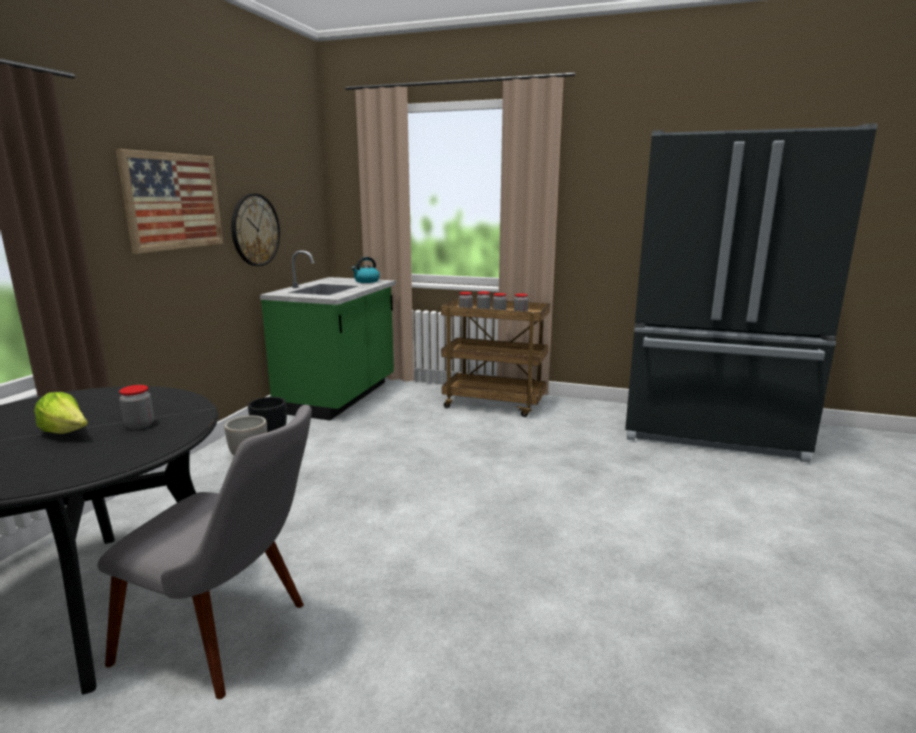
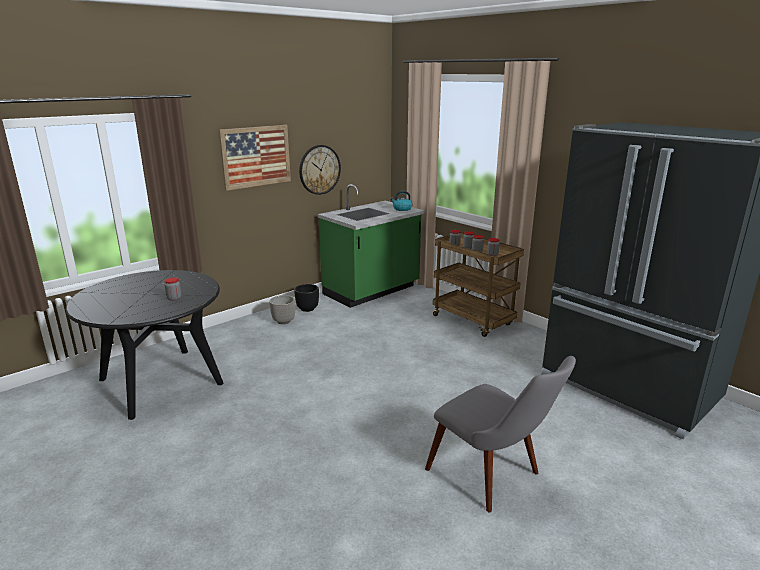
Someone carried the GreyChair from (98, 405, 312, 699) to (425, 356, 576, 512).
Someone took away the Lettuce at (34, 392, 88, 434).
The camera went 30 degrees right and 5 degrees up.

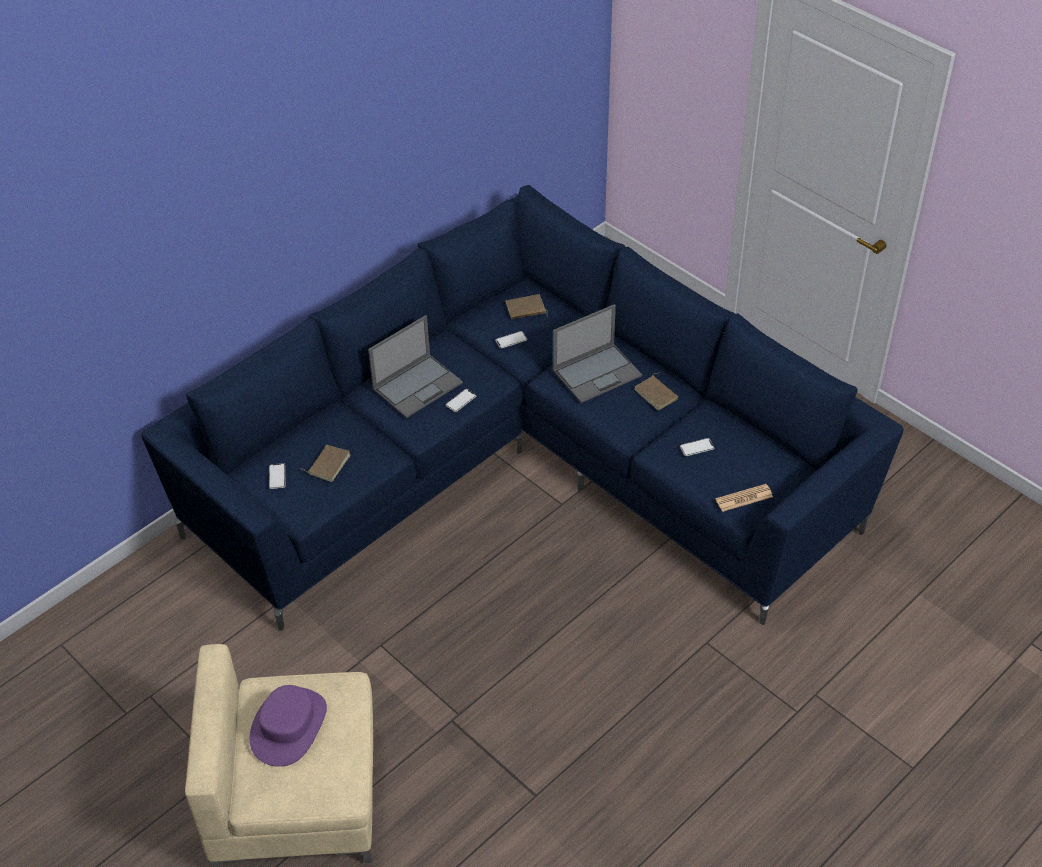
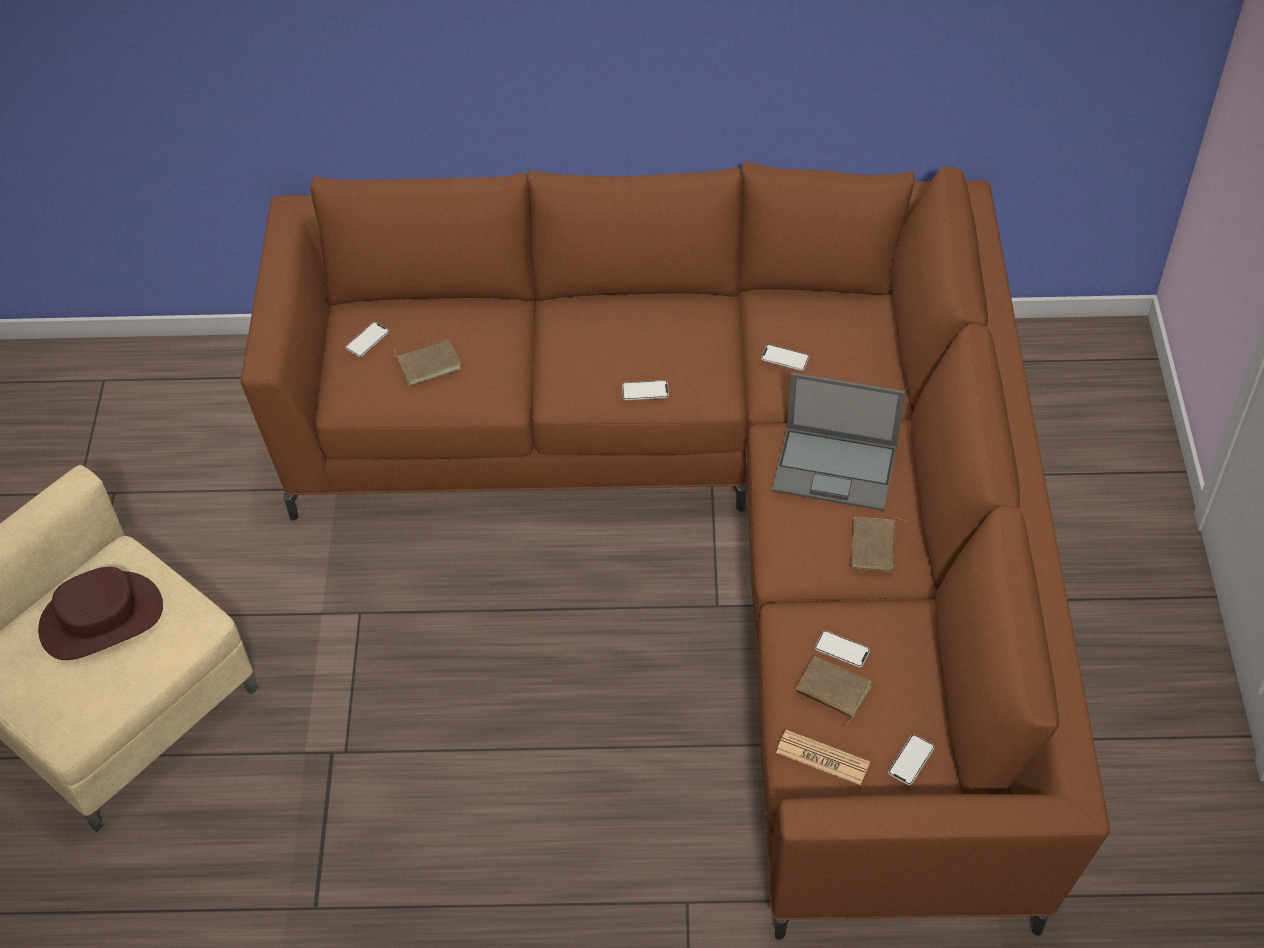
Someone repainted the PurpleHat at (249, 685, 327, 767), which became the BrownHat at (38, 567, 163, 660).
Someone repainted the BlueSofa at (141, 185, 903, 631), which became the BrownSofa at (241, 161, 1110, 940).
Someone carried the BrownBook from (506, 294, 548, 319) to (796, 656, 872, 727).
Someone put down the Phone at (888, 734, 935, 785).
Someone took away the Laptop at (368, 315, 463, 418).
The camera went 45 degrees right and 5 degrees up.

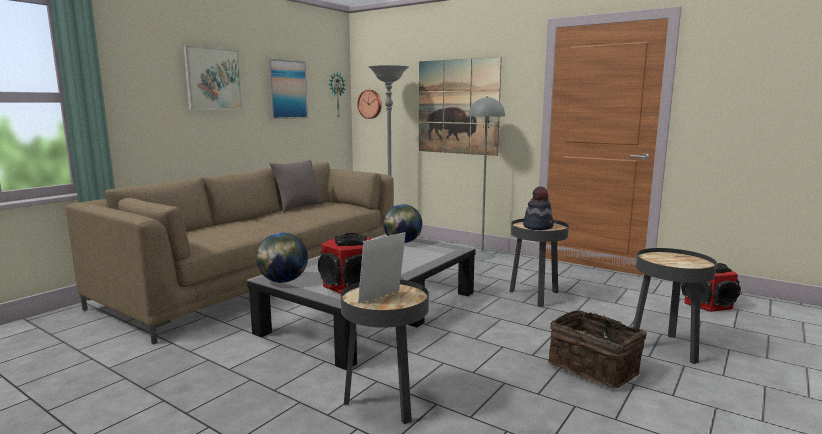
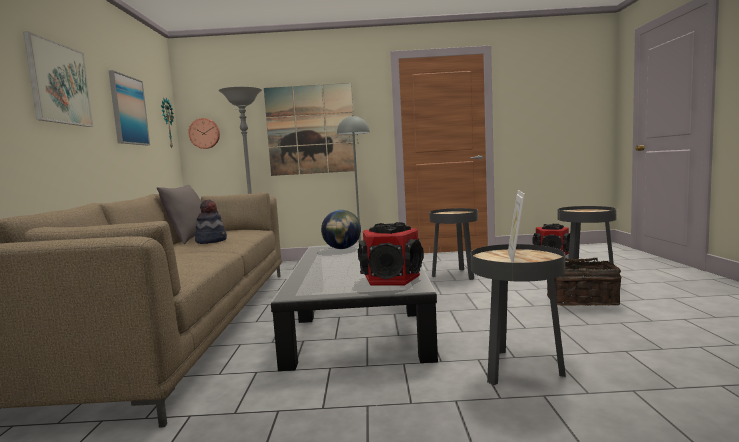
Someone carried the Hat from (523, 186, 554, 230) to (195, 200, 227, 244).
Someone took away the Globe at (256, 233, 308, 283).
The camera went 35 degrees left and 5 degrees down.

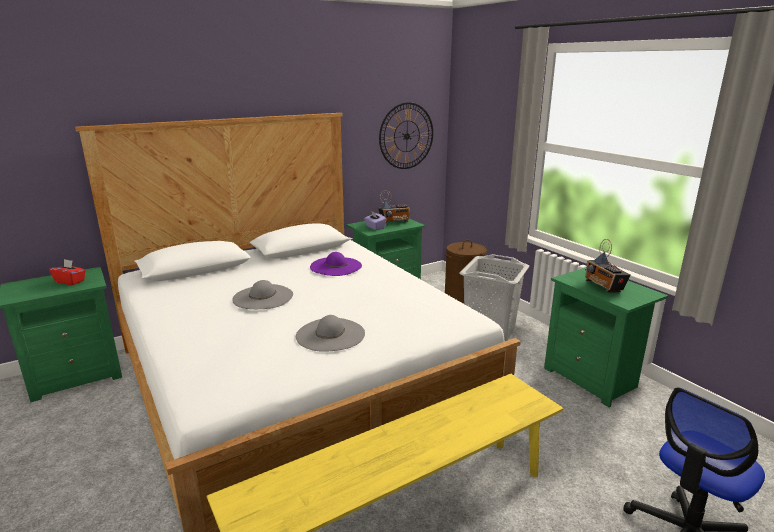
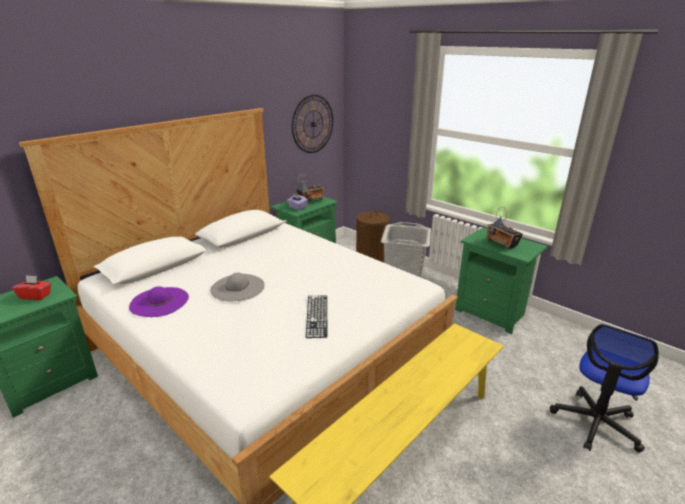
Someone carried the PurpleHat from (310, 252, 362, 276) to (129, 286, 189, 317).
Someone swapped the GreyHat at (296, 315, 365, 352) for the Keyboard at (306, 295, 327, 338).
The camera went 15 degrees left and 5 degrees up.

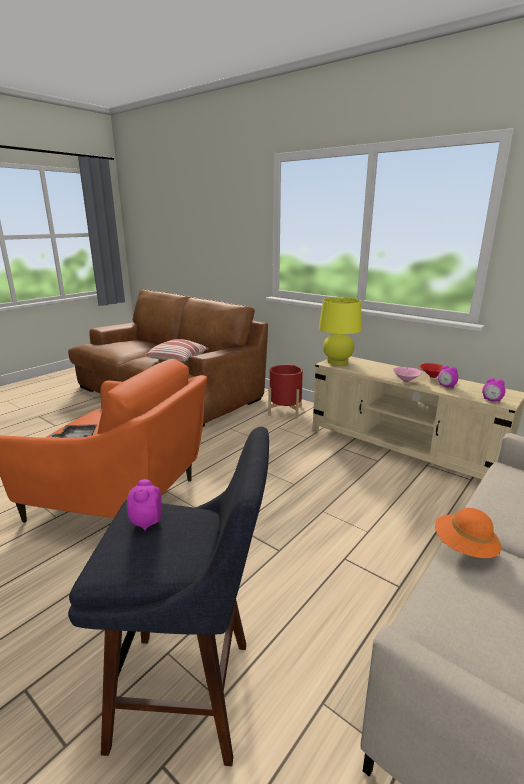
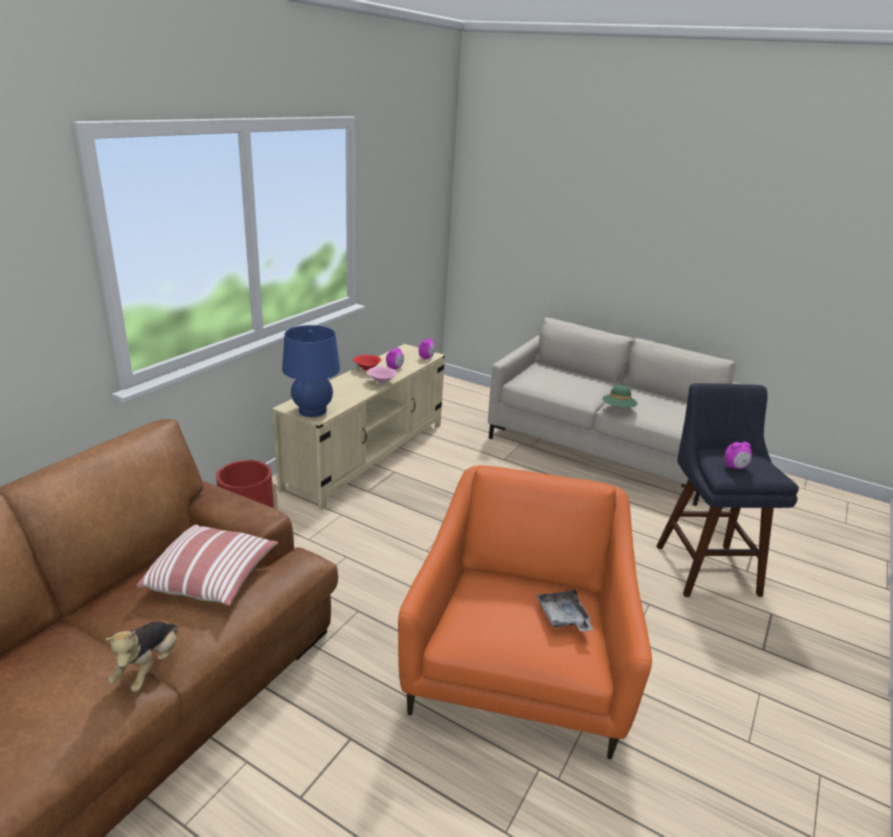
Someone put down the PlushToy at (105, 622, 178, 692).
Someone repainted the YellowTableLamp at (319, 297, 362, 365), which became the BlueTableLamp at (282, 325, 340, 417).
Someone repainted the OrangeHat at (435, 508, 501, 558), which became the GreenHat at (602, 385, 637, 407).
The camera went 100 degrees left and 5 degrees up.

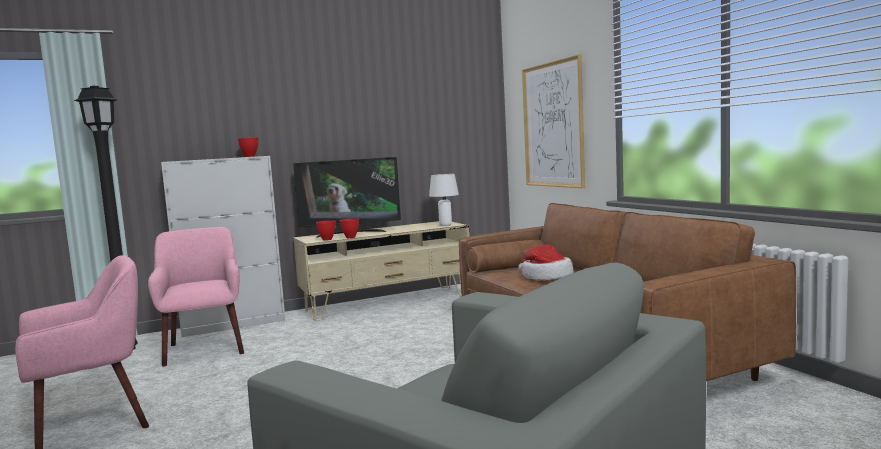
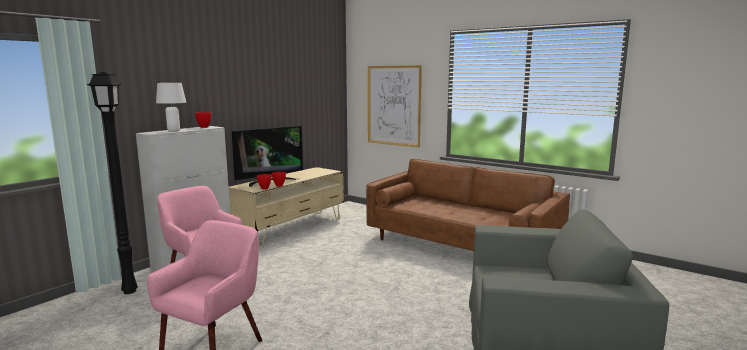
Someone carried the WhiteTableLamp from (429, 174, 459, 226) to (156, 83, 186, 132).
Someone took away the Hat at (518, 245, 573, 280).
The camera went 30 degrees left and 5 degrees up.

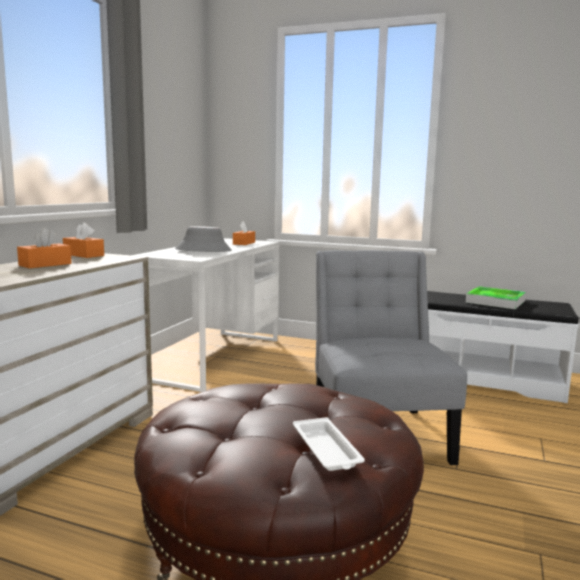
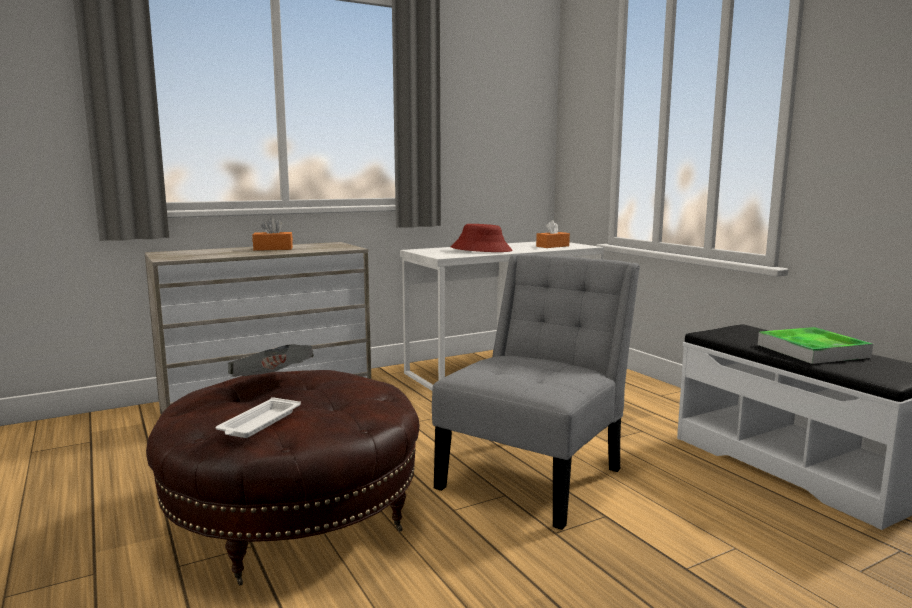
Someone put down the Newspaper at (228, 344, 314, 377).
Someone repainted the GreyHat at (175, 226, 231, 252), which became the RedHat at (451, 224, 513, 252).
Someone took away the OrangeTissueBox at (63, 222, 104, 258).
The camera went 40 degrees right and 0 degrees up.

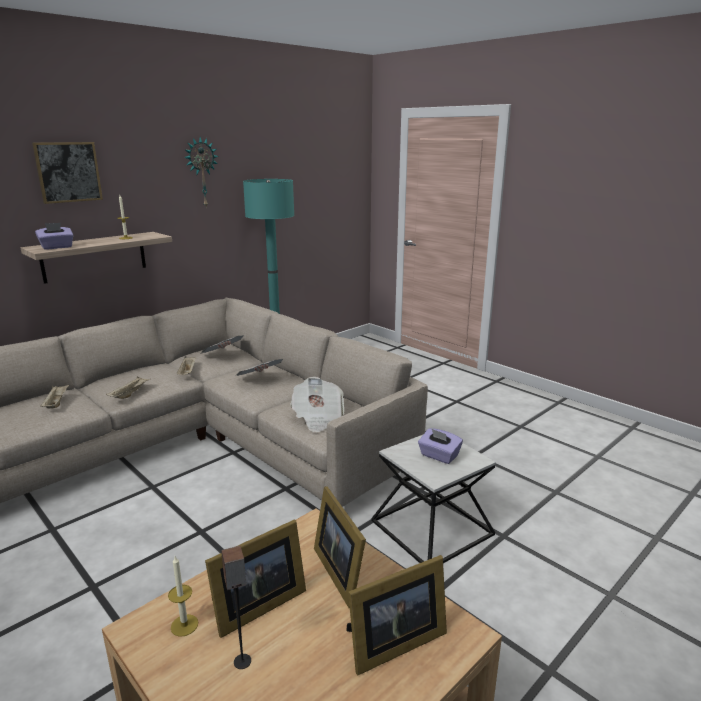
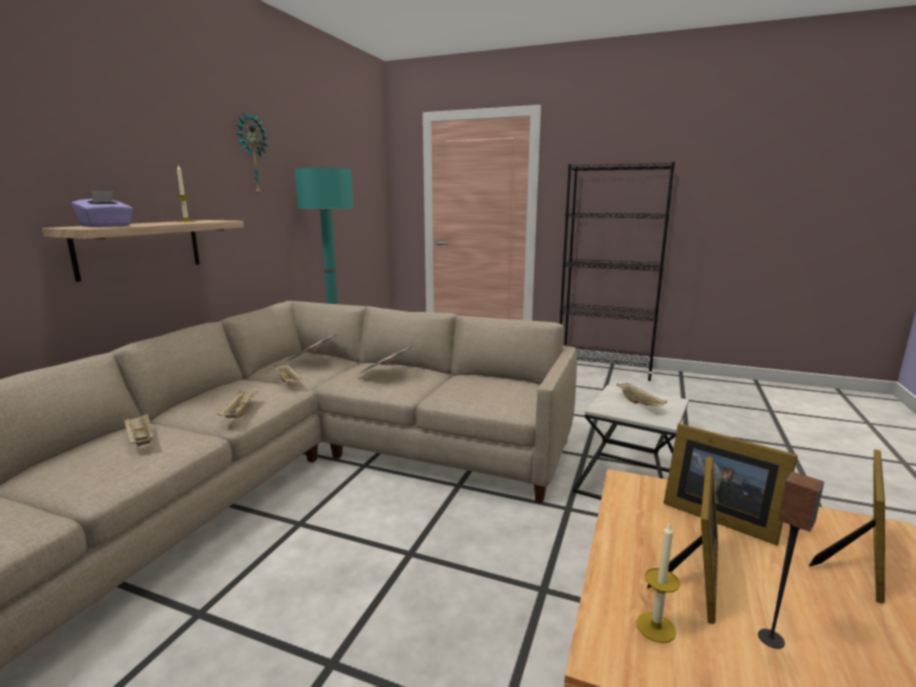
Someone put down the BlackBookcase at (560, 162, 675, 381).
Someone swapped the PurpleTissueBox at (418, 428, 463, 464) for the BeigeTray at (617, 383, 667, 406).
Someone took away the Picture at (32, 142, 103, 204).
Someone took away the Newspaper at (290, 377, 344, 432).
The camera went 25 degrees left and 5 degrees down.

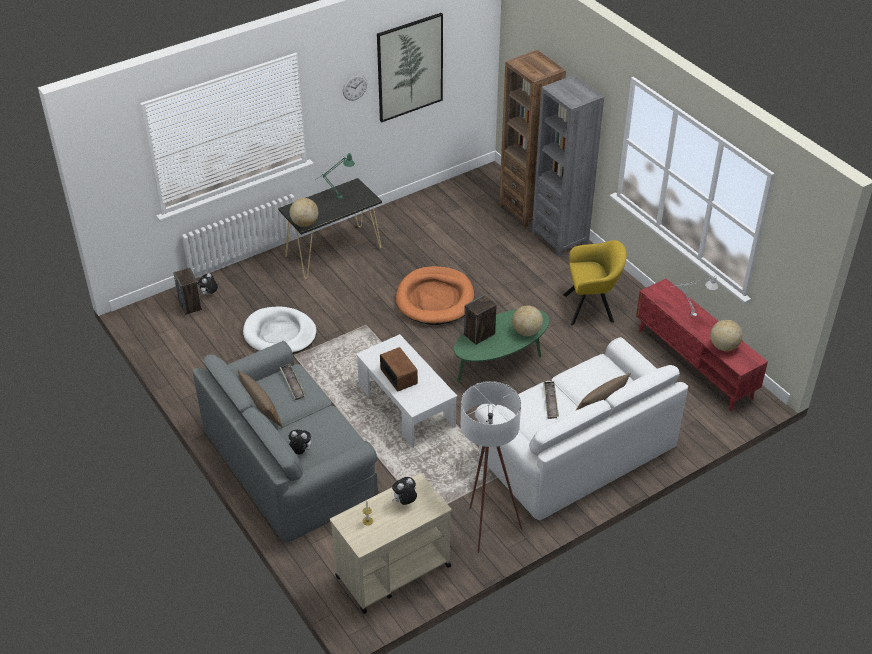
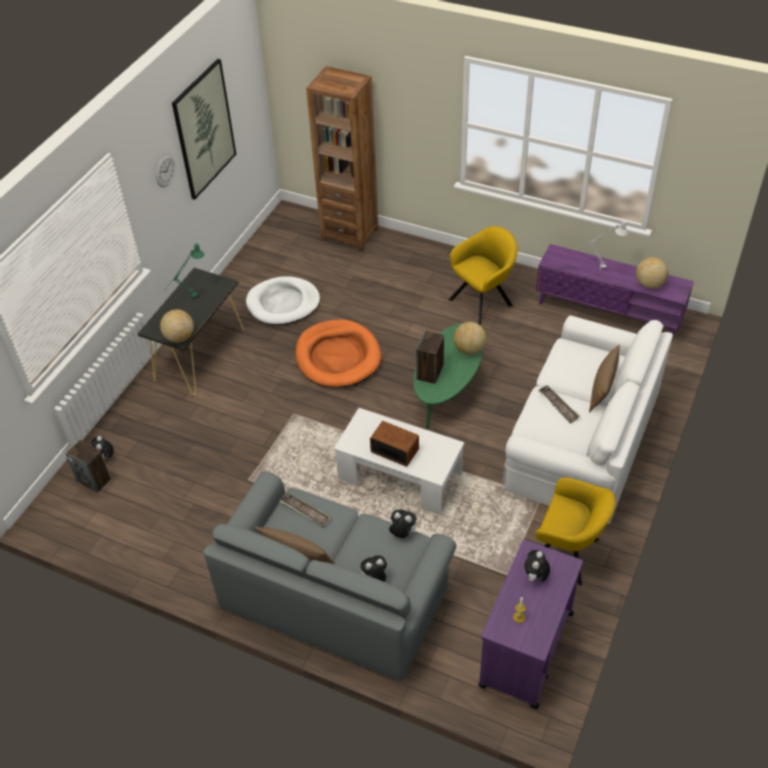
Someone carried the WhiteDogBed from (243, 306, 317, 354) to (246, 276, 320, 325).
Someone put down the PlushToy at (388, 510, 416, 538).
Someone repainted the BeigeCart at (330, 473, 451, 614), which became the PurpleCart at (479, 539, 583, 709).
Someone repainted the RedTvStand at (636, 279, 768, 411), which became the PurpleTvStand at (536, 244, 694, 339).
Someone swapped the WhiteFloorLamp at (461, 381, 522, 553) for the YellowArmchair at (536, 477, 616, 586).
Someone took away the GreyBookcase at (532, 75, 604, 256).
The camera went 30 degrees left and 5 degrees up.

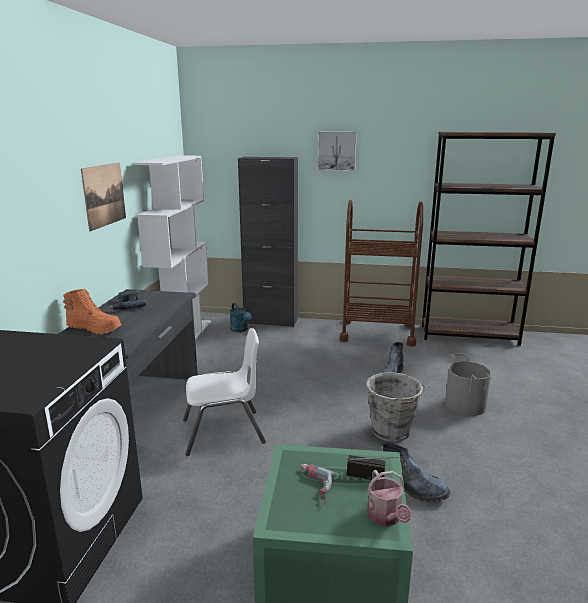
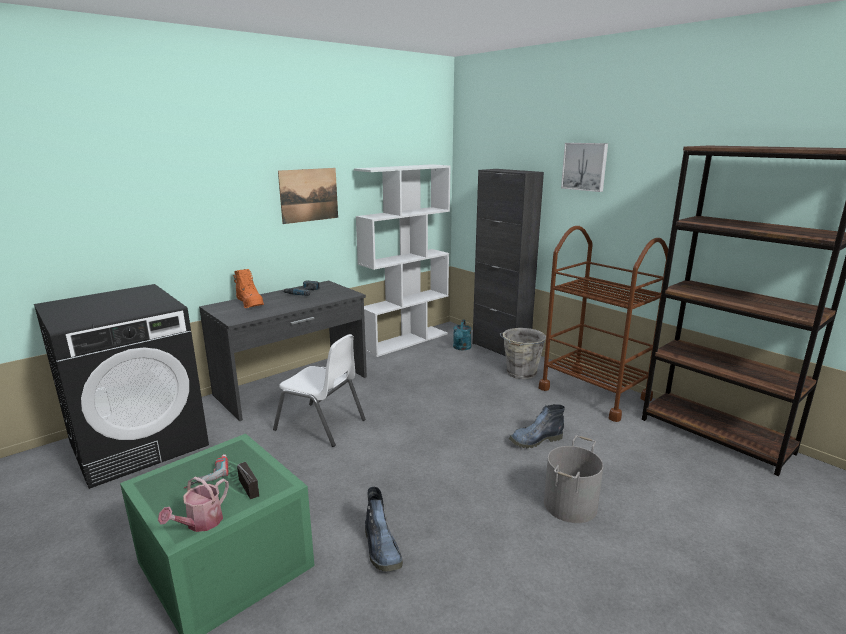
Someone carried the GreyBucket from (366, 372, 425, 442) to (500, 328, 546, 379).
The camera went 40 degrees right and 0 degrees up.

